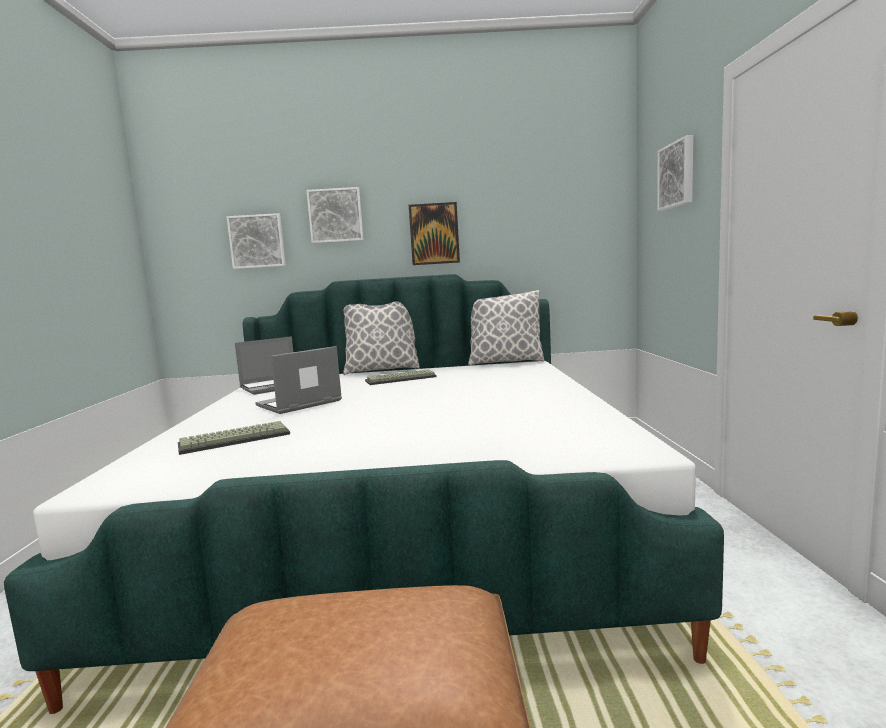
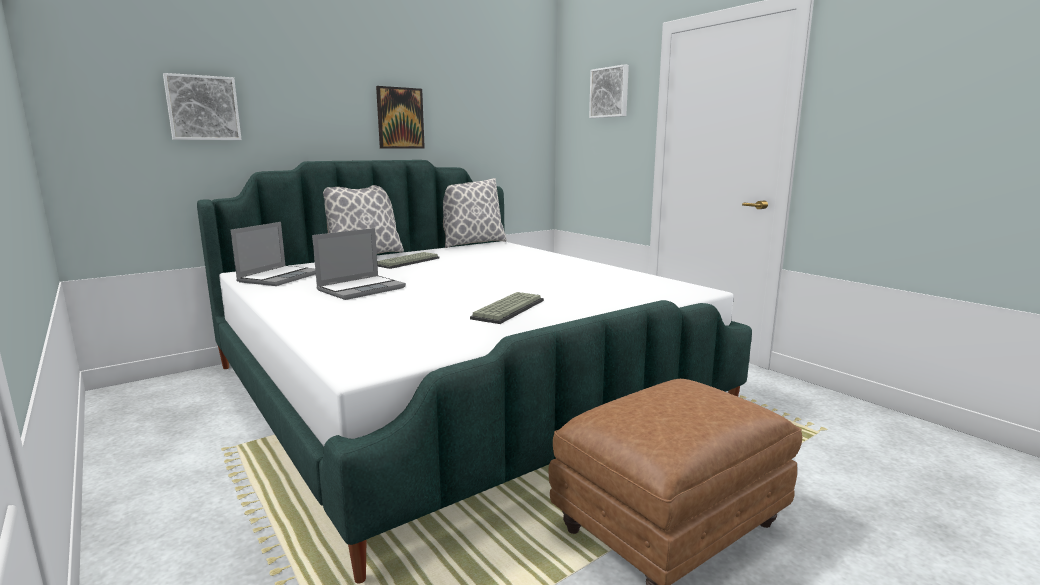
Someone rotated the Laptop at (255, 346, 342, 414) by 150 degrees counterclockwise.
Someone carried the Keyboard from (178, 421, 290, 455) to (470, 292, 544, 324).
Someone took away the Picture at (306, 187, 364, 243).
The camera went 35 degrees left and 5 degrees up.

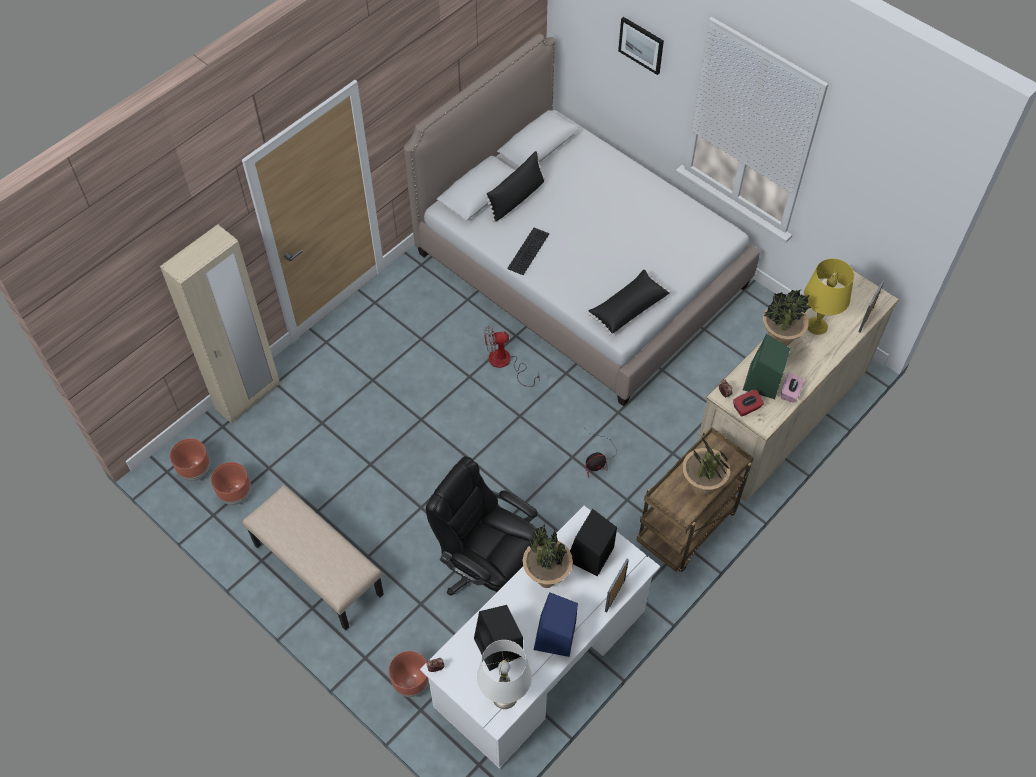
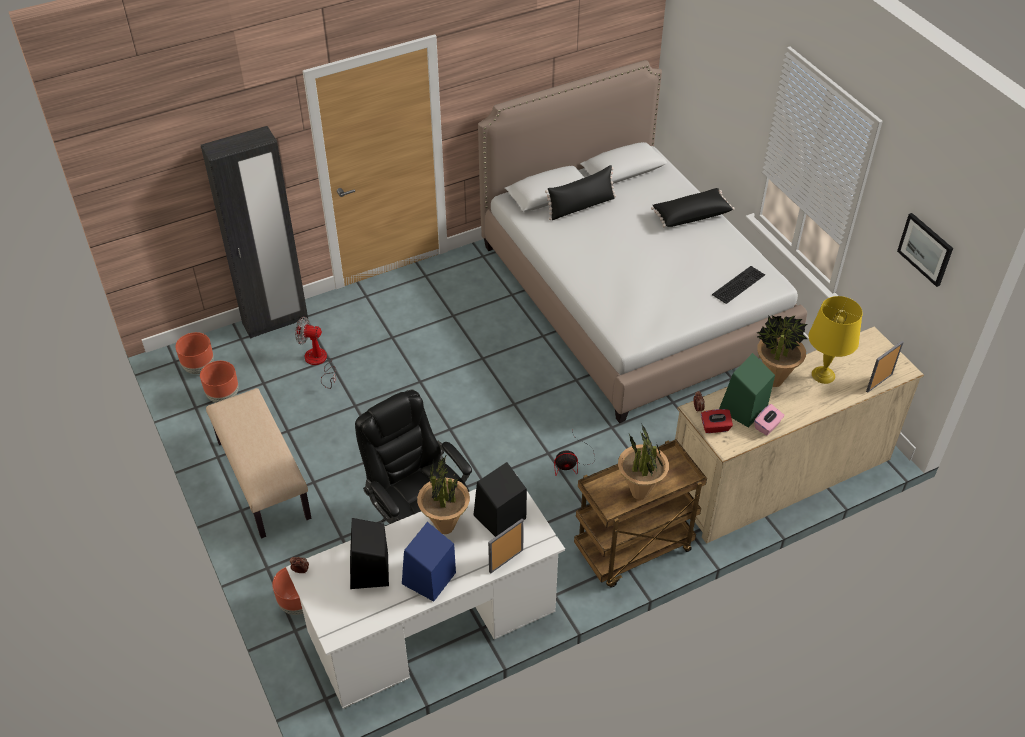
Someone repainted the BeigeWardrobe at (160, 224, 280, 423), which became the BlackWardrobe at (201, 126, 308, 339).
Someone carried the Fan from (484, 326, 540, 387) to (295, 317, 336, 389).
Someone carried the BlackPillow from (588, 270, 670, 336) to (651, 188, 735, 227).
Someone carried the Keyboard from (507, 228, 550, 275) to (712, 266, 765, 304).
Someone carried the Picture from (618, 17, 664, 75) to (897, 213, 953, 287).
Someone took away the WhiteTableLamp at (477, 640, 532, 709).
The camera went 20 degrees right and 10 degrees down.

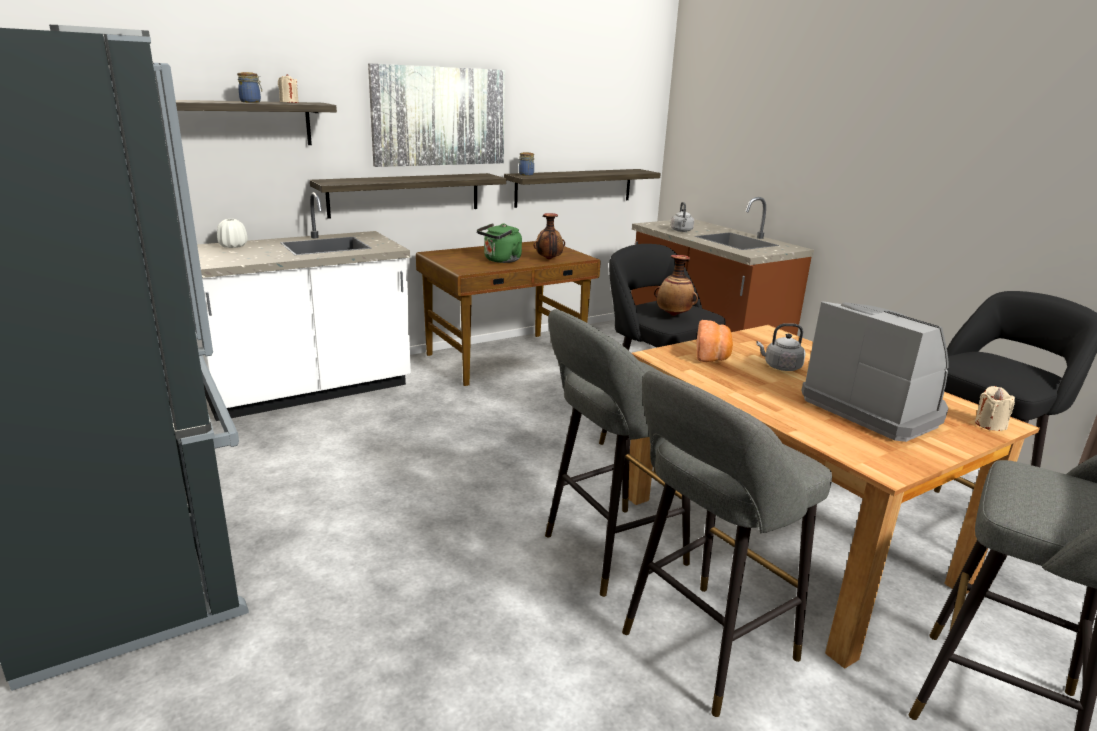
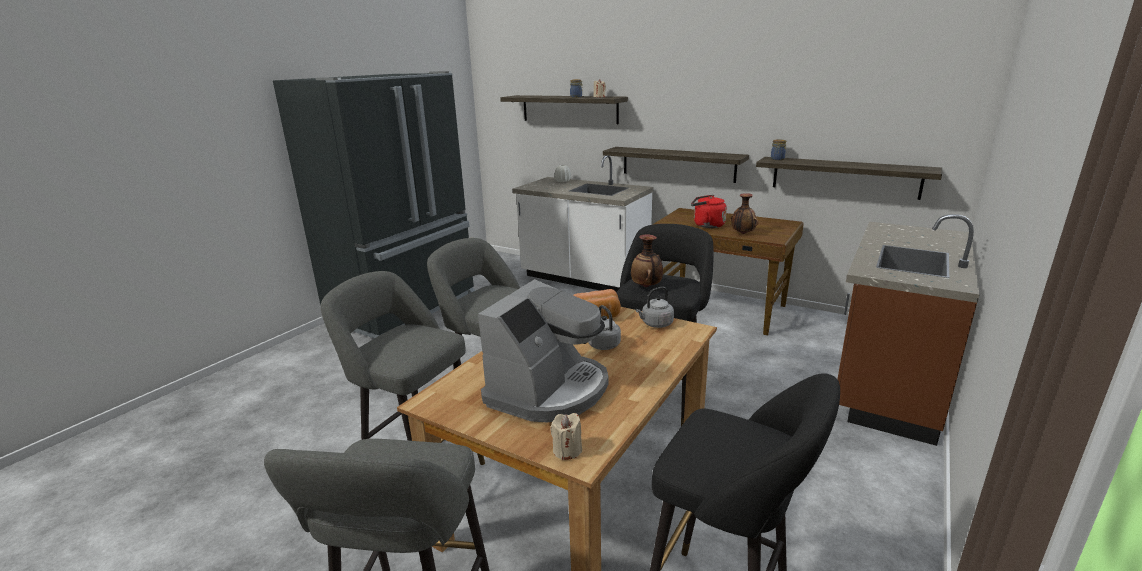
Someone carried the GreyKettle from (671, 202, 694, 232) to (636, 287, 674, 328).
Someone repainted the GreenKettle at (477, 223, 522, 263), which became the RedKettle at (691, 195, 727, 228).
Someone took away the Picture at (368, 63, 505, 167).
The camera went 65 degrees right and 0 degrees up.

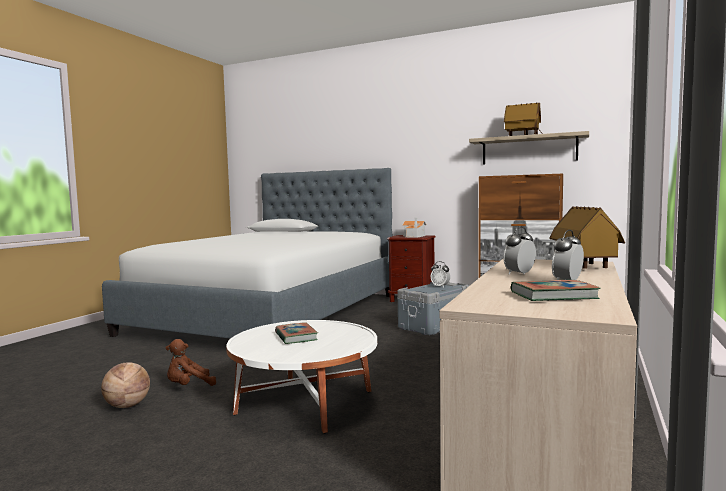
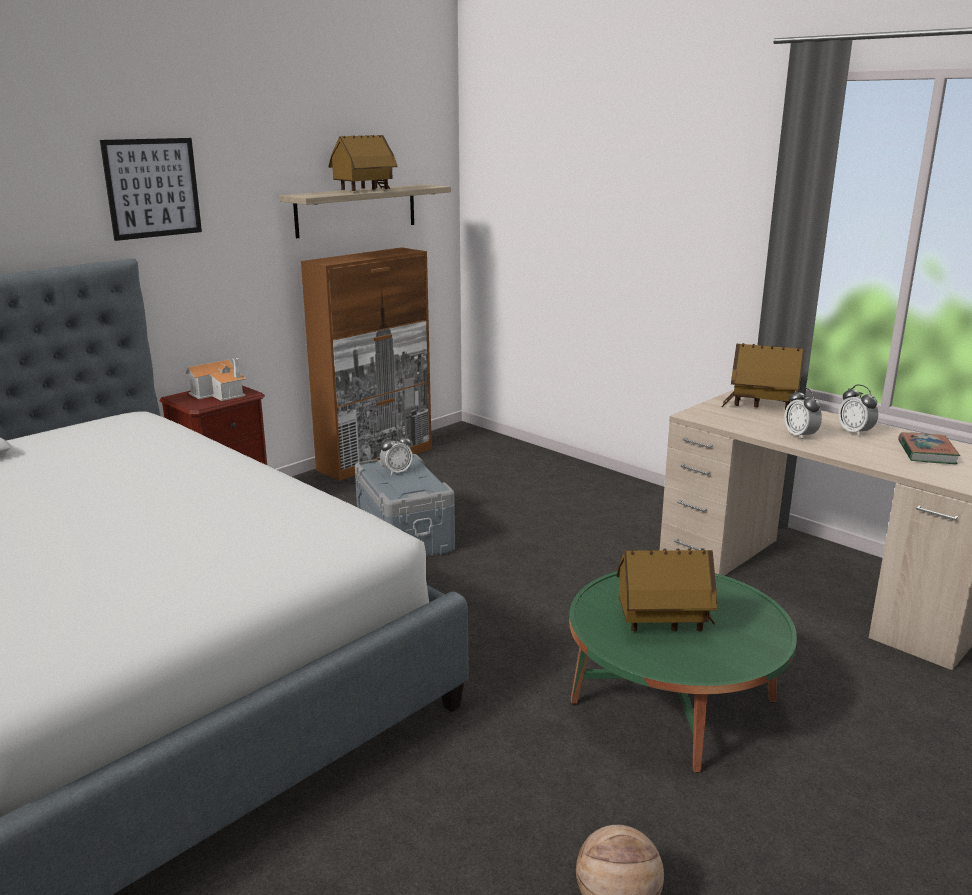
Someone put up the Picture at (100, 138, 202, 241).
Someone repainted the WhiteCoffeeTable at (226, 320, 377, 433), which became the GreenCoffeeTable at (569, 571, 797, 773).
Someone swapped the Book at (275, 322, 318, 344) for the ToyHouse at (617, 548, 717, 632).
Someone took away the BrownPlushToy at (166, 339, 216, 386).
The camera went 70 degrees left and 15 degrees up.

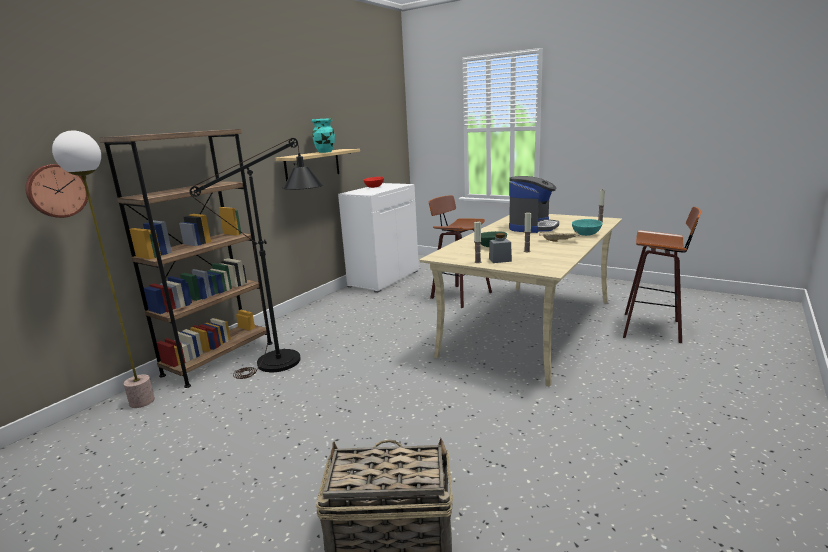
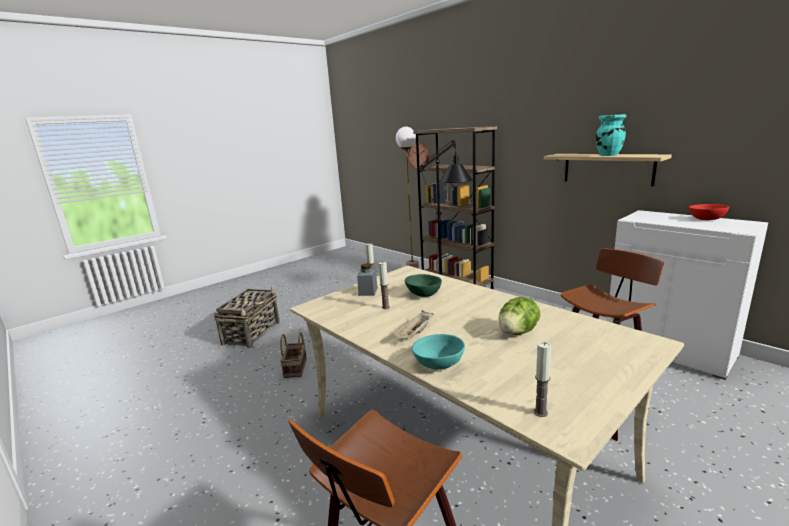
Someone put down the Basket at (280, 333, 307, 378).
Someone swapped the CoffeeMachine at (509, 176, 559, 233) for the Lettuce at (499, 297, 540, 335).
The camera went 105 degrees right and 0 degrees up.

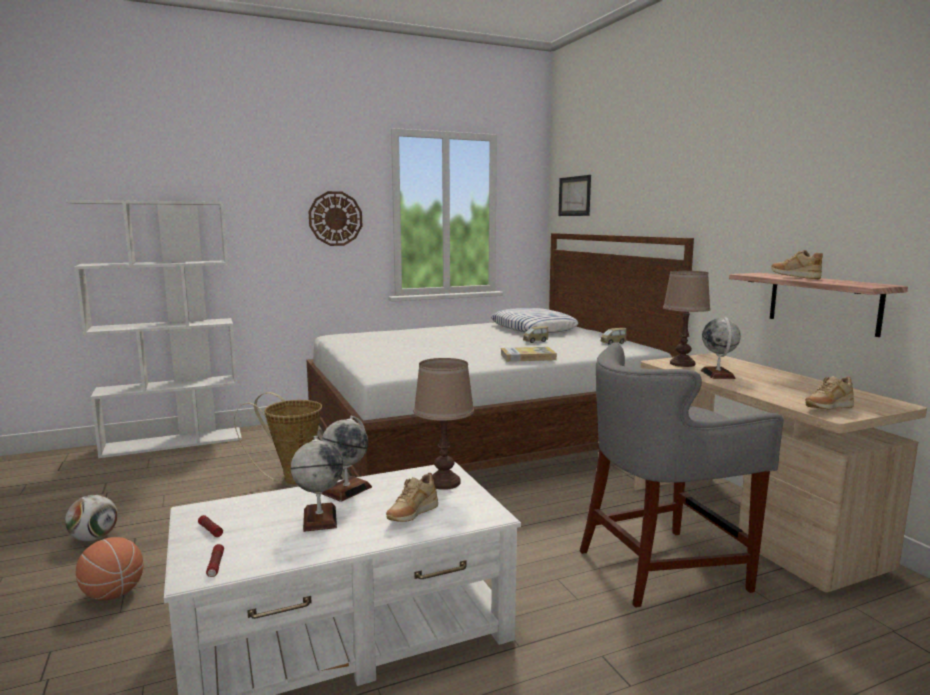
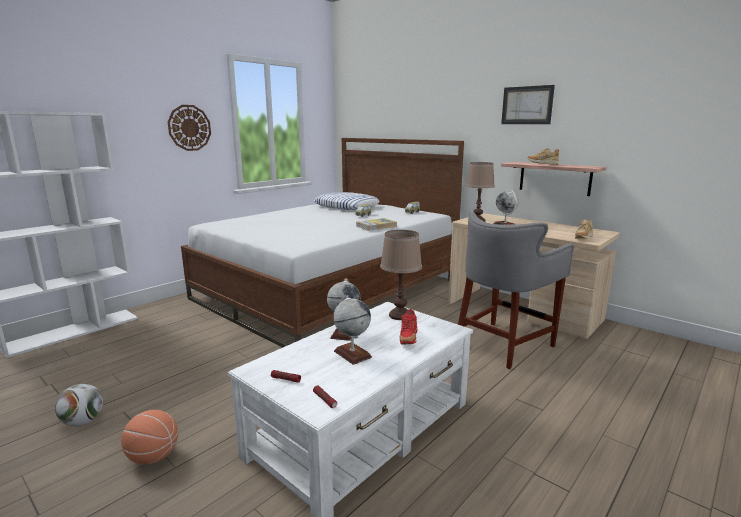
Someone repainted the BeigeShoe at (386, 473, 438, 522), which became the RedShoe at (400, 309, 417, 345).
Someone carried the Picture from (558, 175, 591, 216) to (501, 85, 555, 124).
Someone took away the Basket at (234, 392, 322, 484).
The camera went 25 degrees left and 5 degrees up.

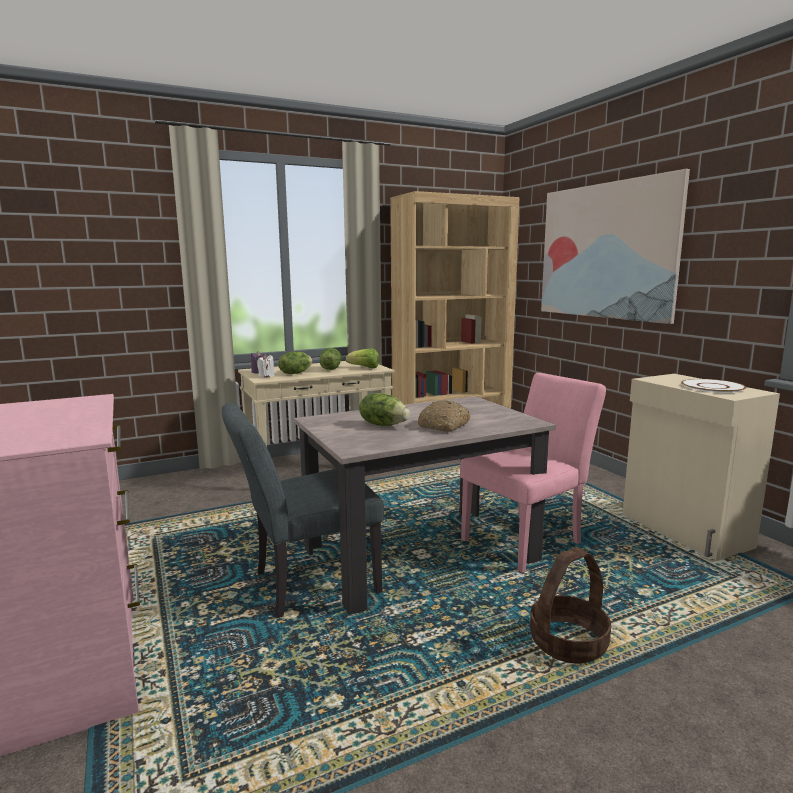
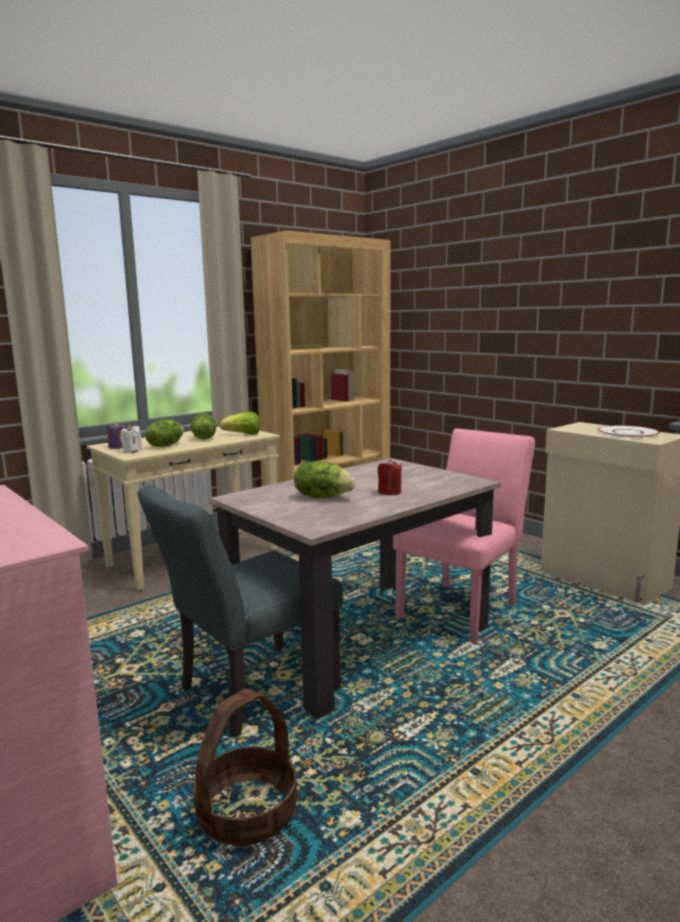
Someone carried the Basket from (530, 547, 611, 664) to (194, 688, 297, 846).
Someone swapped the Bread at (418, 400, 470, 432) for the RedCandle at (378, 459, 402, 495).
Someone took away the Picture at (541, 169, 690, 324).
The camera went 15 degrees left and 0 degrees up.

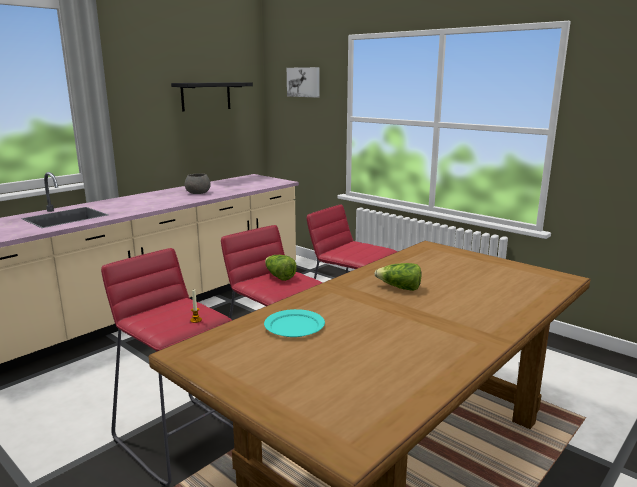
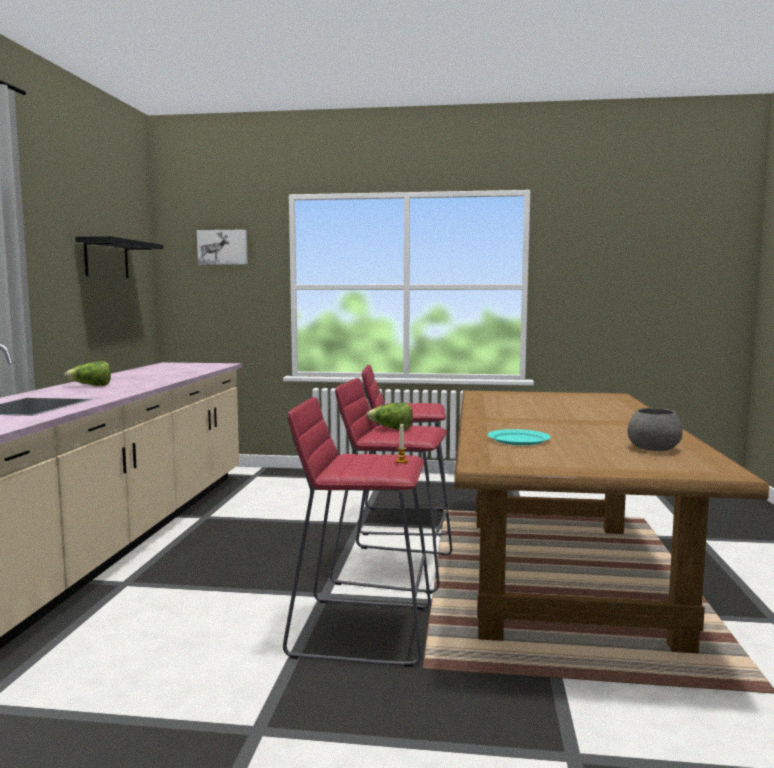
Someone carried the Lettuce from (374, 263, 422, 291) to (64, 361, 111, 386).
Someone carried the GreyBowl from (185, 173, 211, 194) to (627, 408, 683, 451).
The camera went 35 degrees left and 10 degrees down.

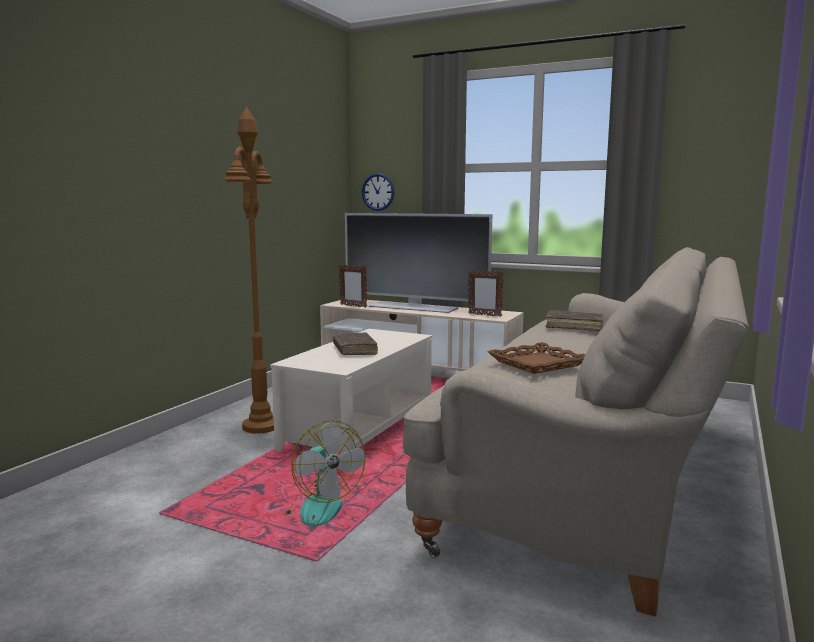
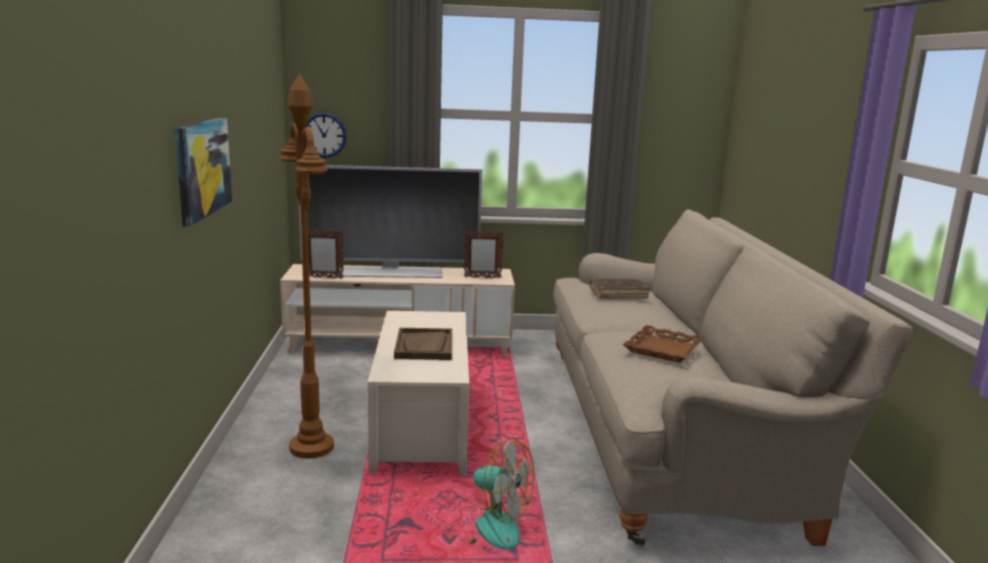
Someone put up the Picture at (175, 118, 232, 227).
Someone swapped the BrownBook at (333, 332, 378, 355) for the BrownTray at (394, 328, 452, 360).
The camera went 30 degrees left and 5 degrees up.

